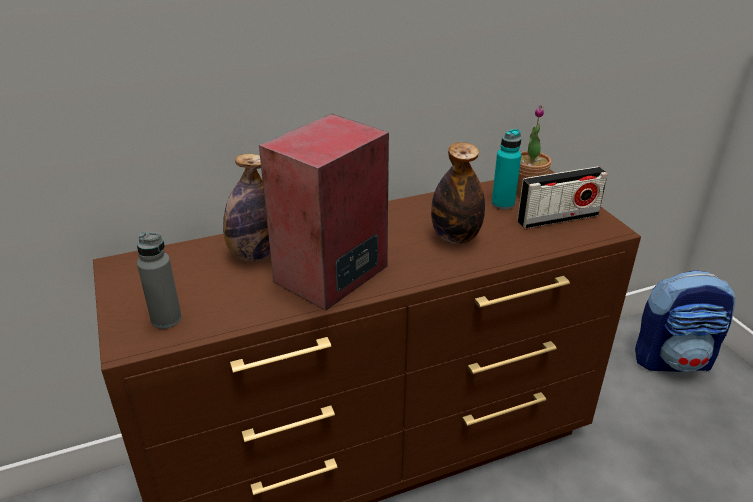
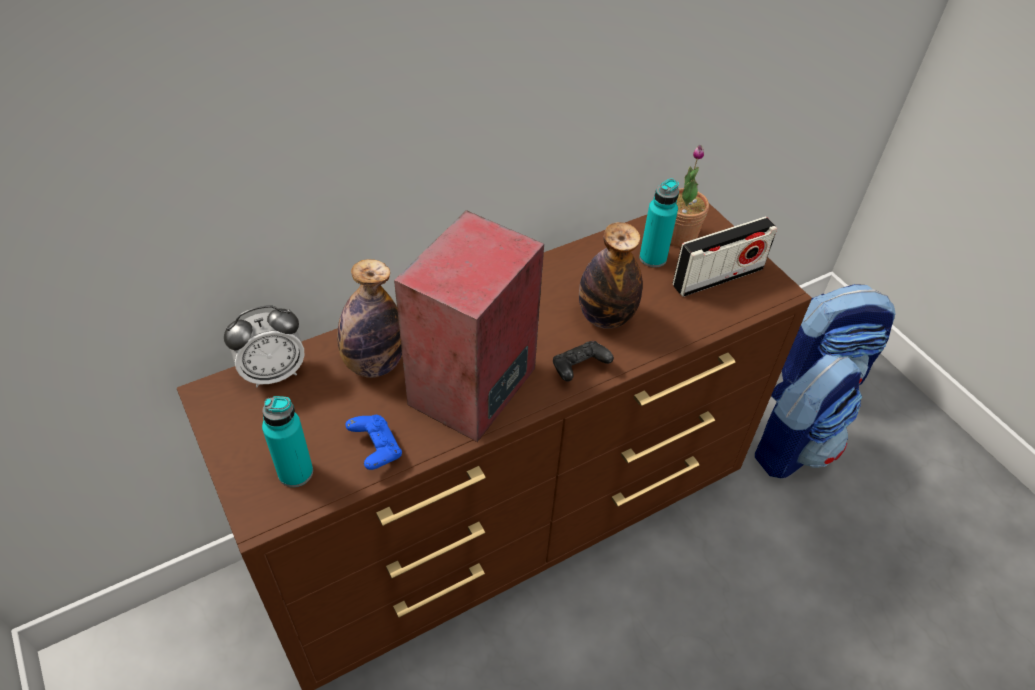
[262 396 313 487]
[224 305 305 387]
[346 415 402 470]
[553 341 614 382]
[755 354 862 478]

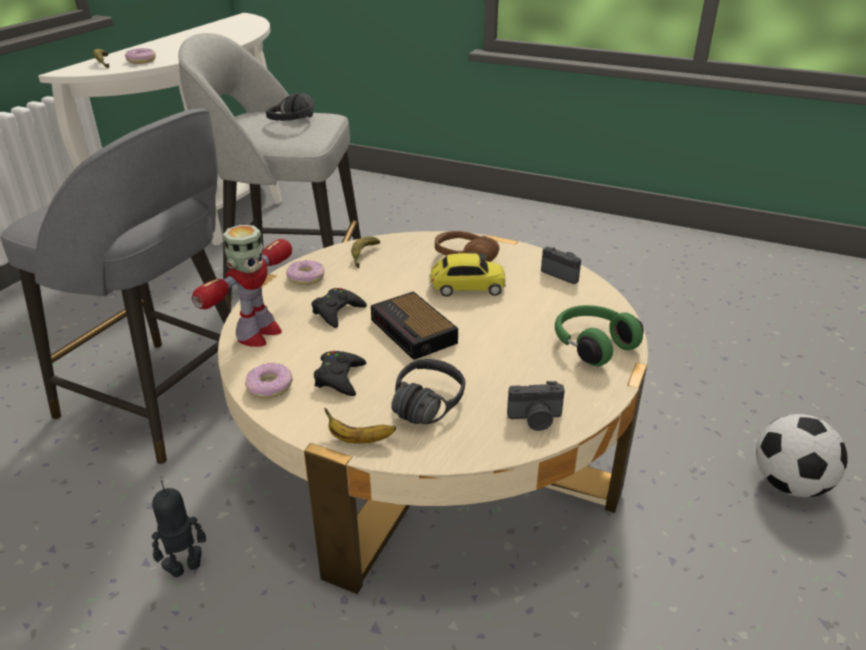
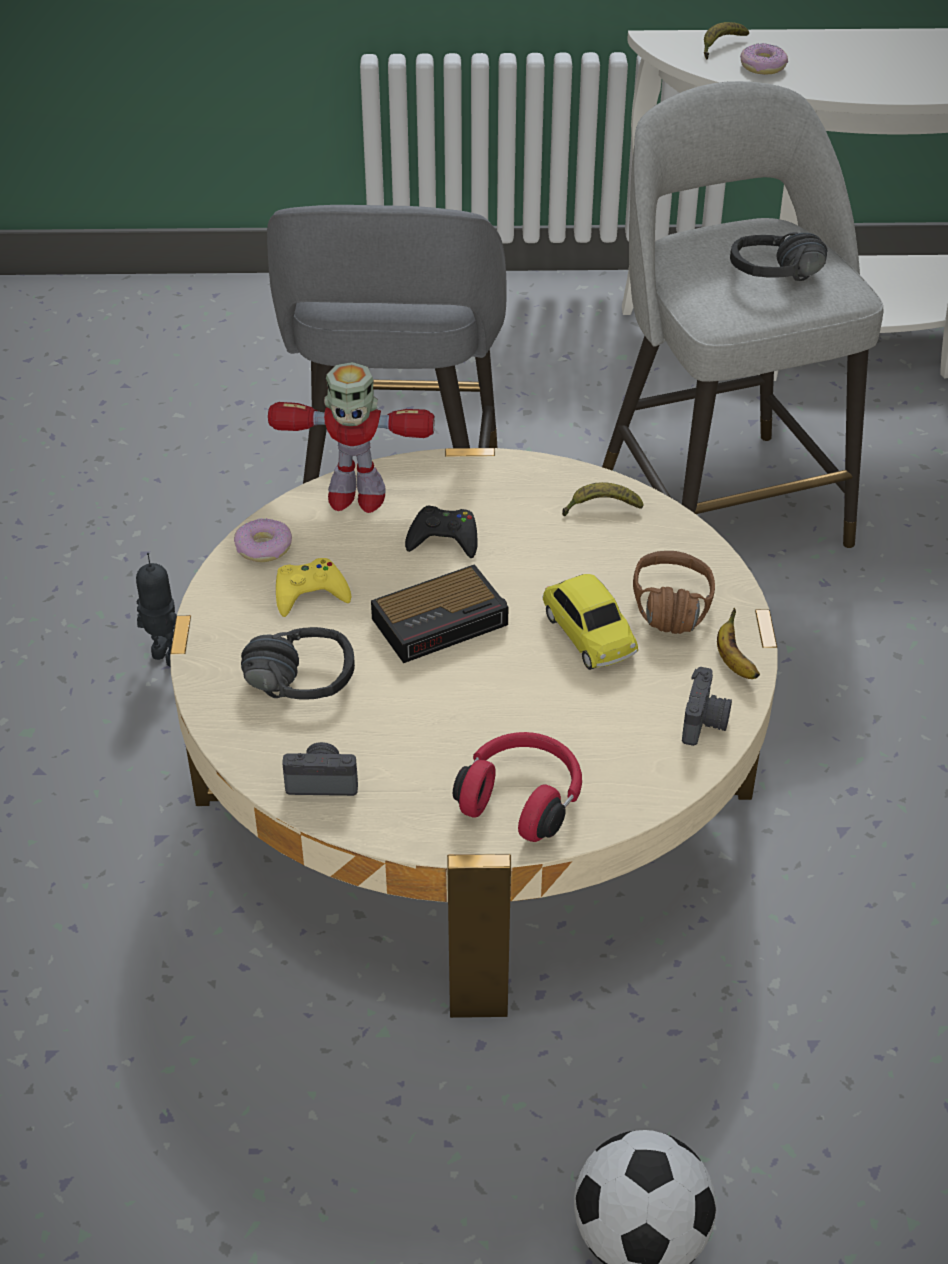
[286 260 325 285] (first image)
[276 558 351 617]
[717 608 760 679]
[371 564 508 663]
[282 742 358 796]
[453 732 582 842]

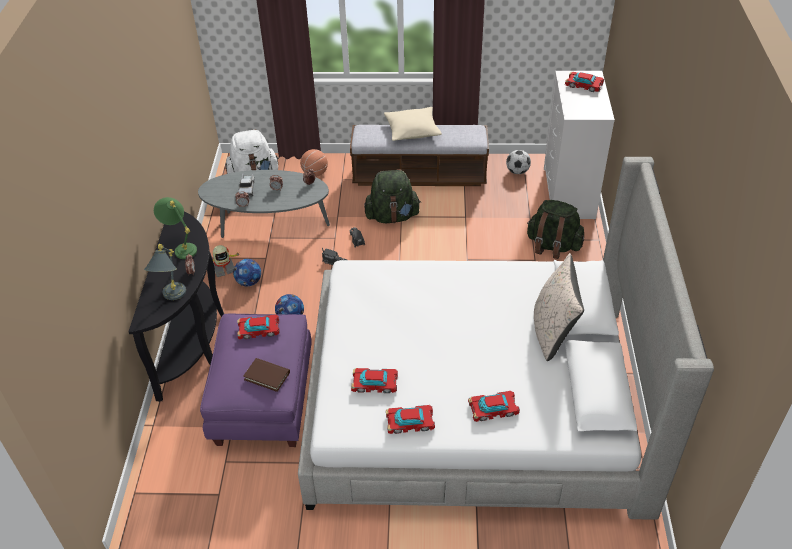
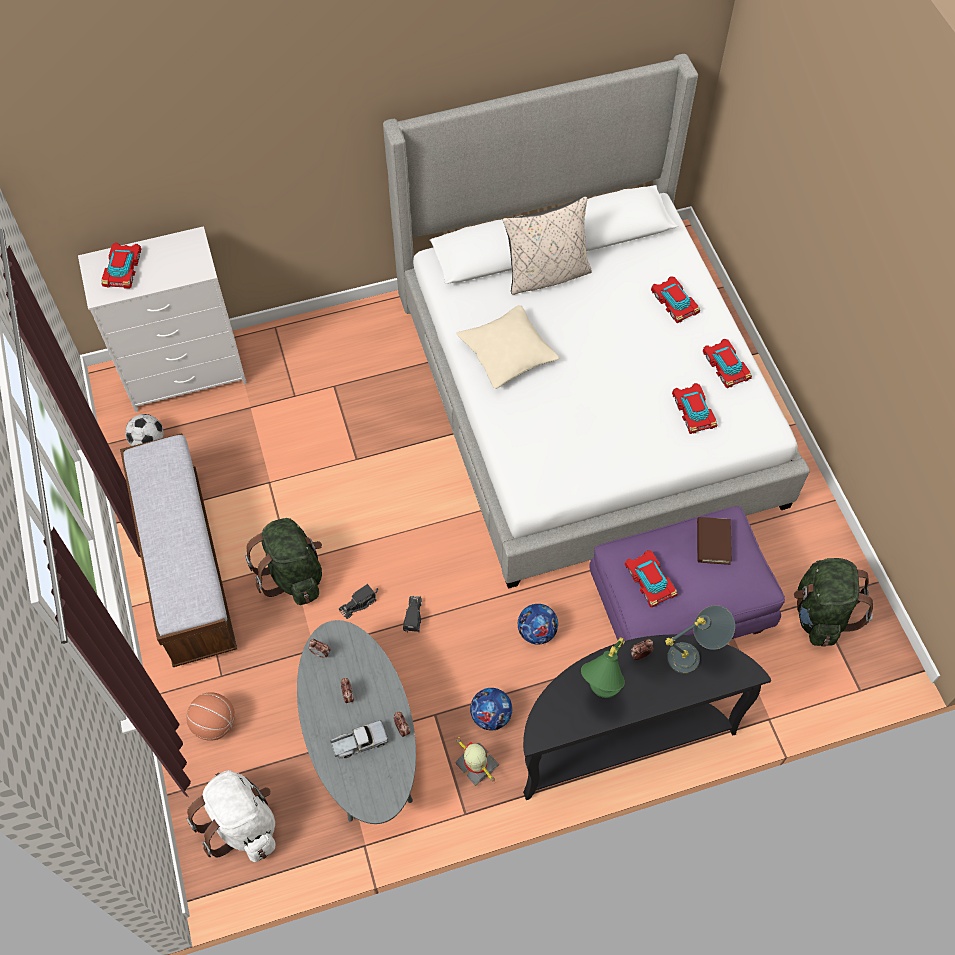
[456 305 559 389]
[794 558 873 647]

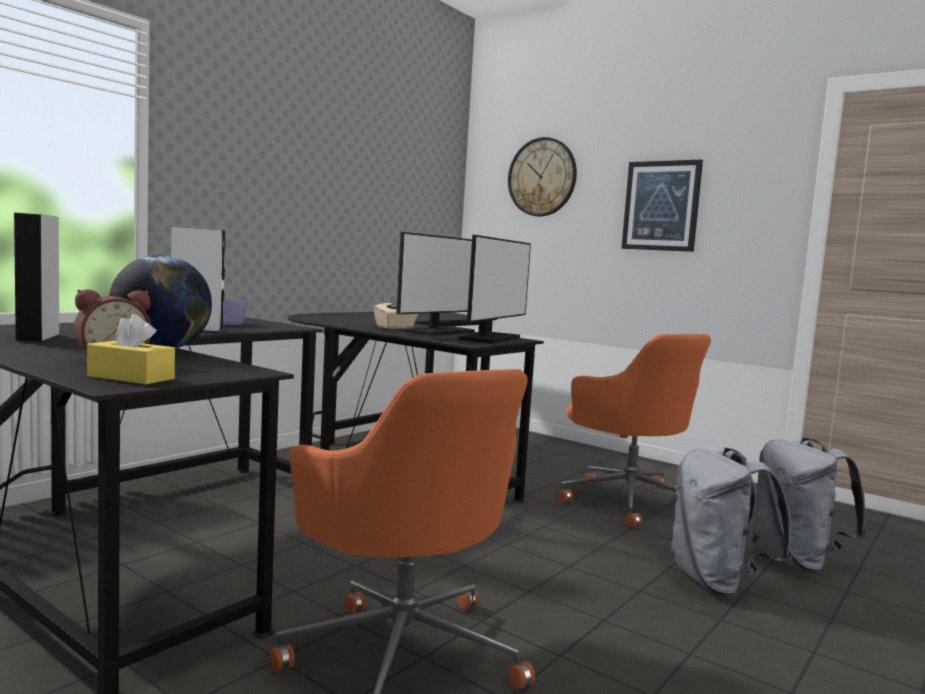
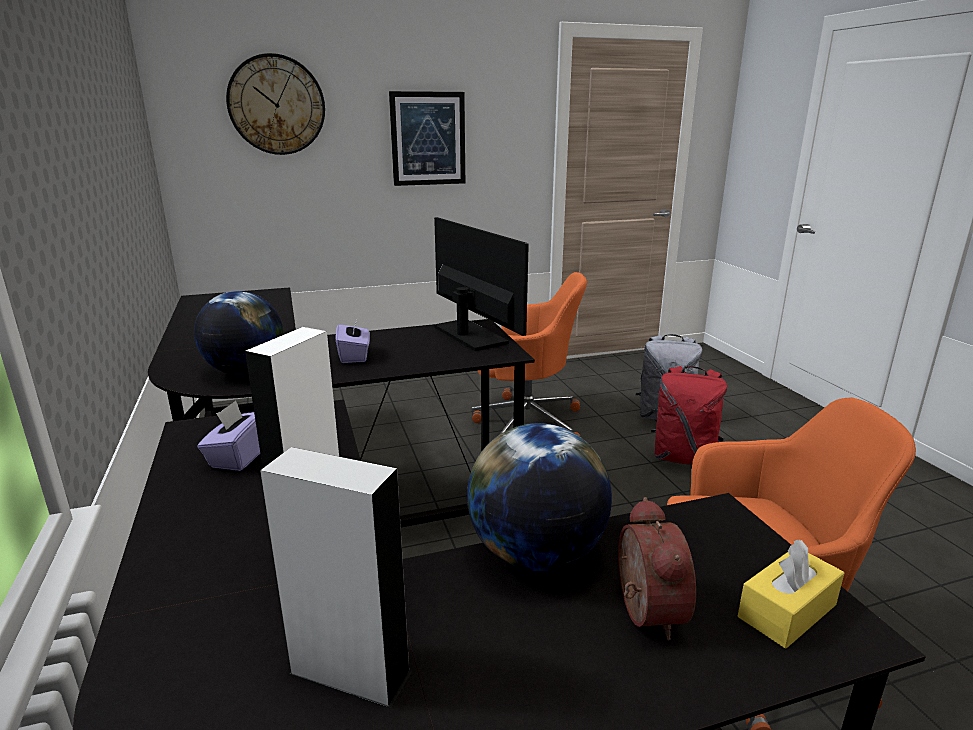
[335 317 370 363]
[396 232 475 336] (first image)
[651 366 727 465]
[194 291 283 375]

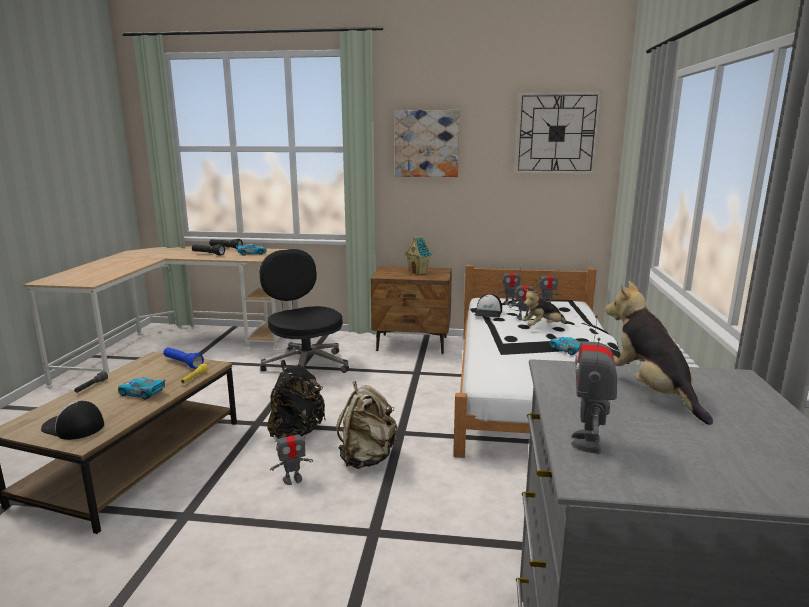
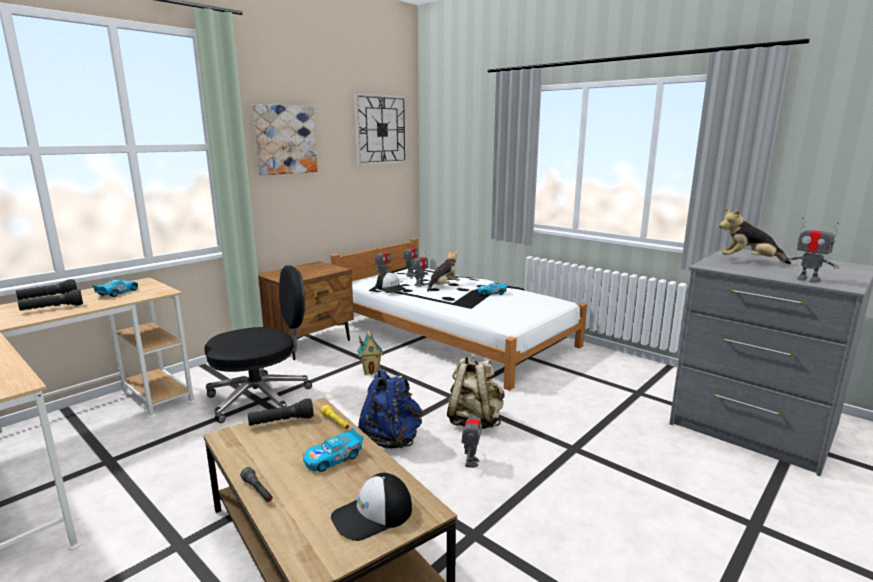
[248 398 314 426]
[205 265 312 423]
[358 369 422 449]
[357 330 383 375]
[427 250 460 292]

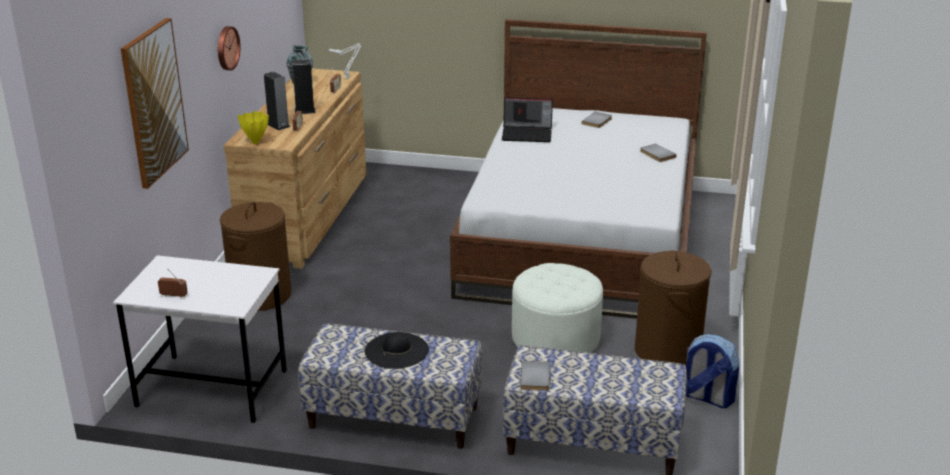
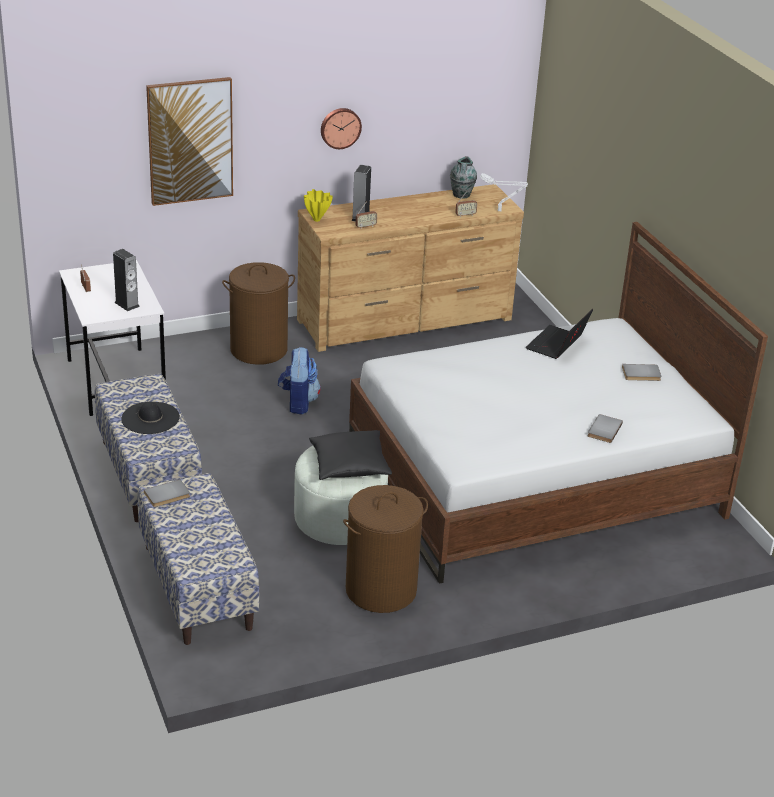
[113 249 140 311]
[526 309 593 359]
[278 347 321 414]
[309 430 392 480]

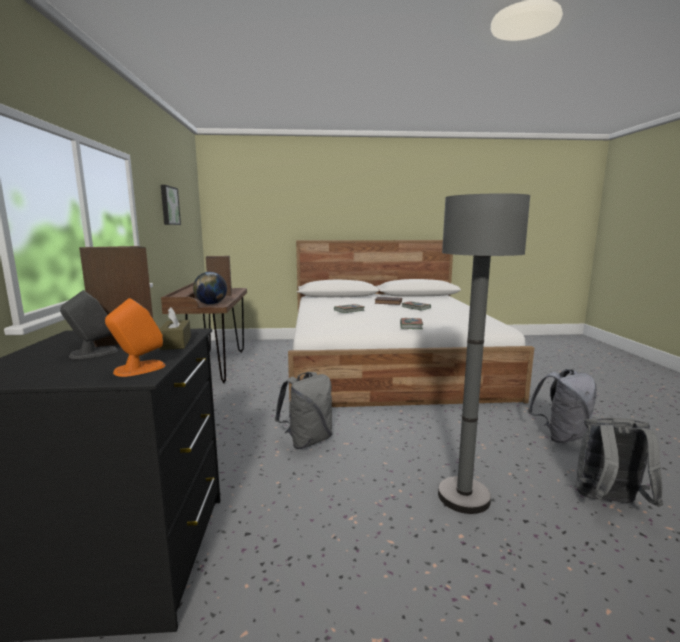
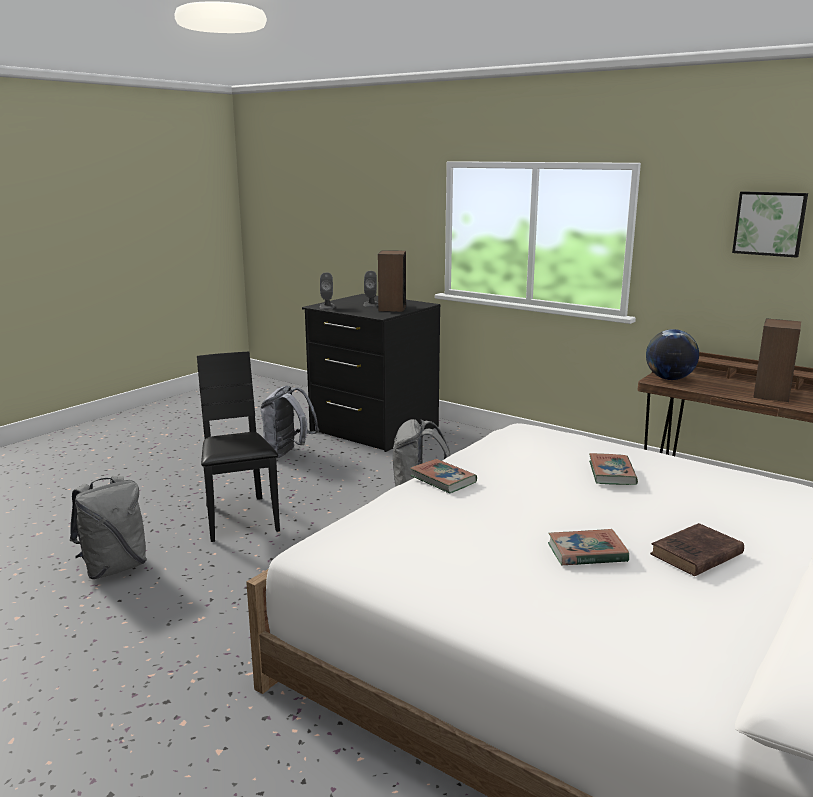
[319 272 335 309]
[159 307 191 350] (first image)
[197 352 280 542]
[260 386 319 458]

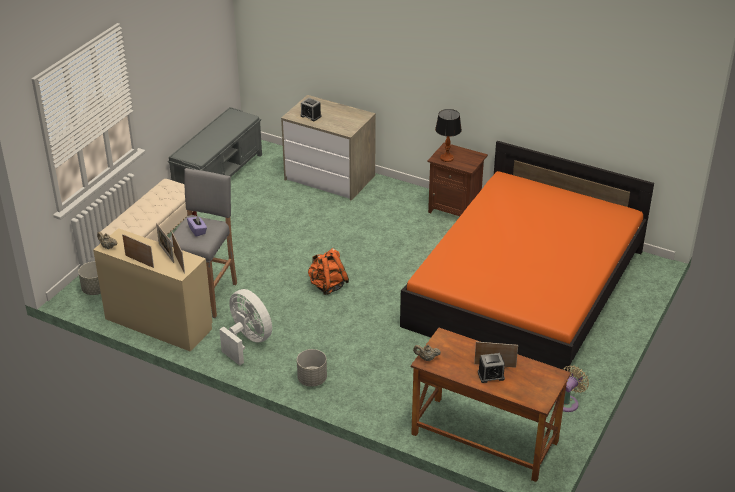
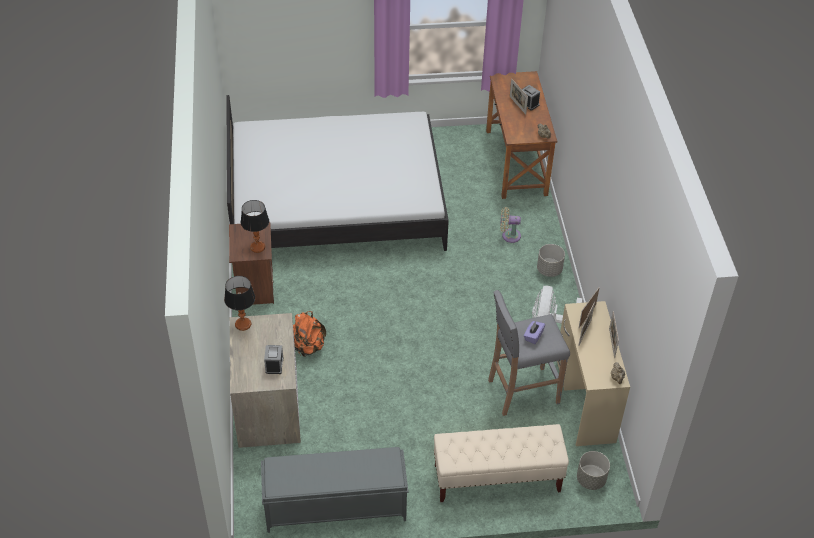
[293 311 326 357]
[226 95 449 251]
[501 207 521 243]
[224 276 255 331]

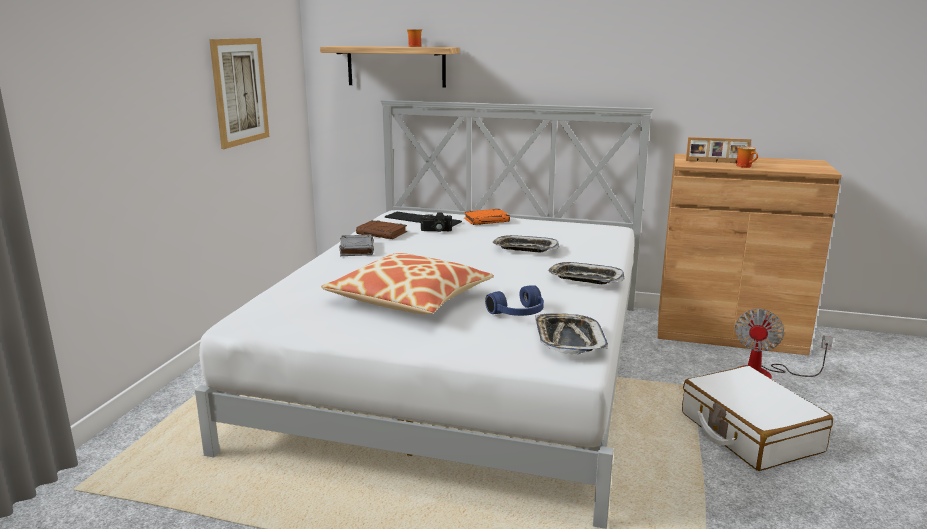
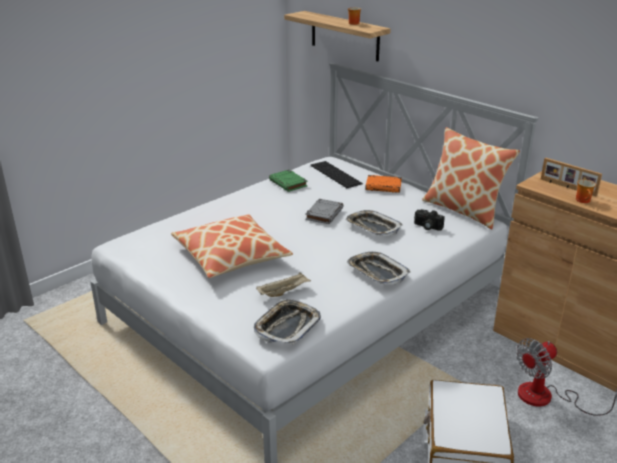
[209 38 269 149] (first image)
[305 199 343 224]
[269 170 308 192]
[414 209 445 231]
[256 272 311 297]
[422 127 520 229]

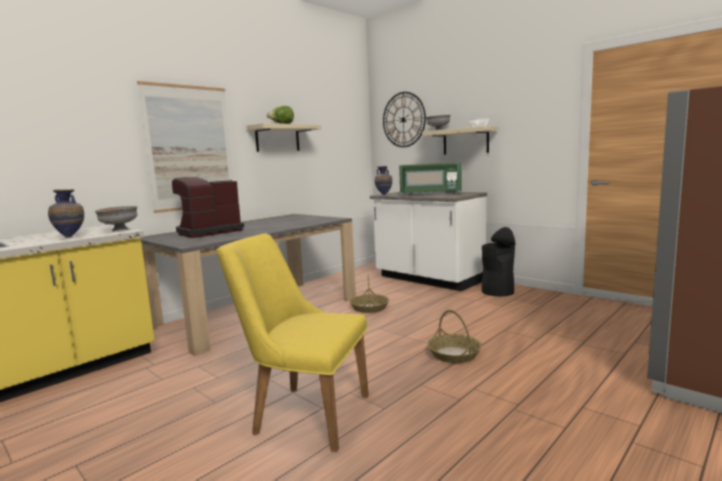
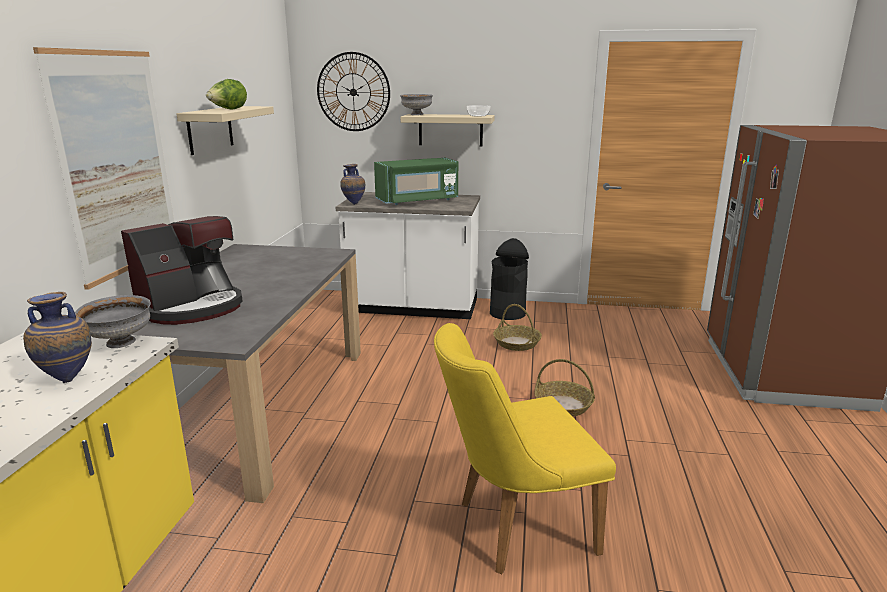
[121 216 243 325]
[493 304 542 351]

